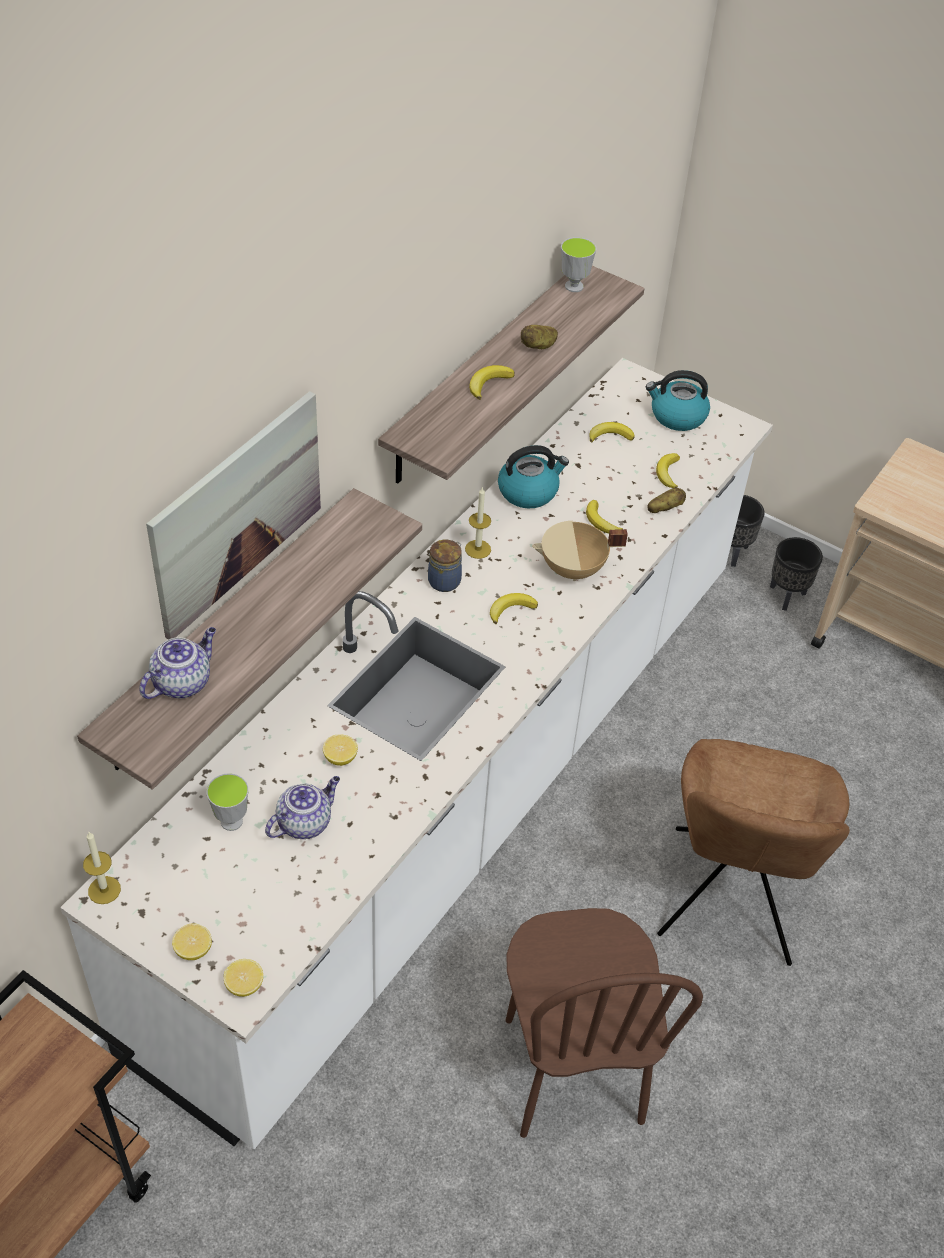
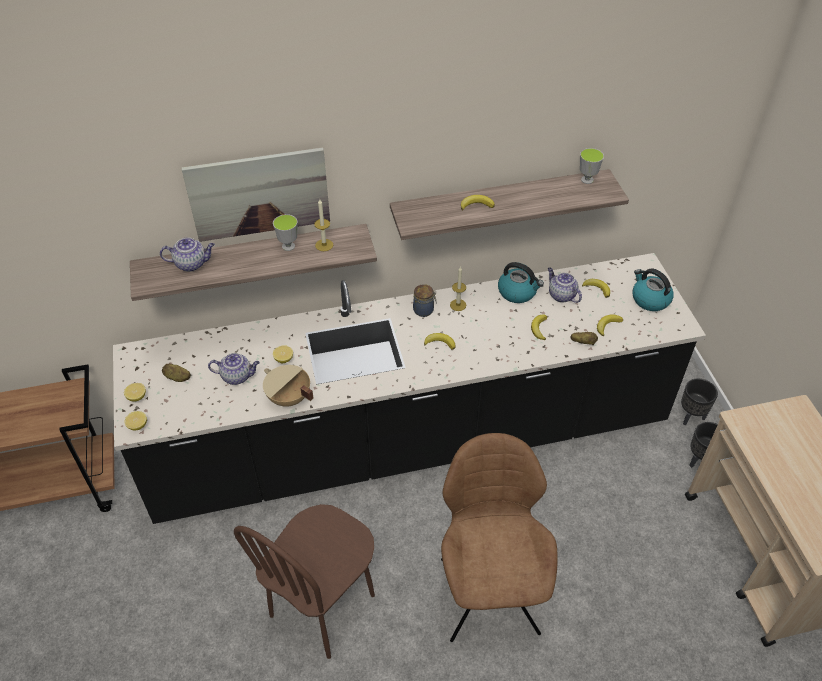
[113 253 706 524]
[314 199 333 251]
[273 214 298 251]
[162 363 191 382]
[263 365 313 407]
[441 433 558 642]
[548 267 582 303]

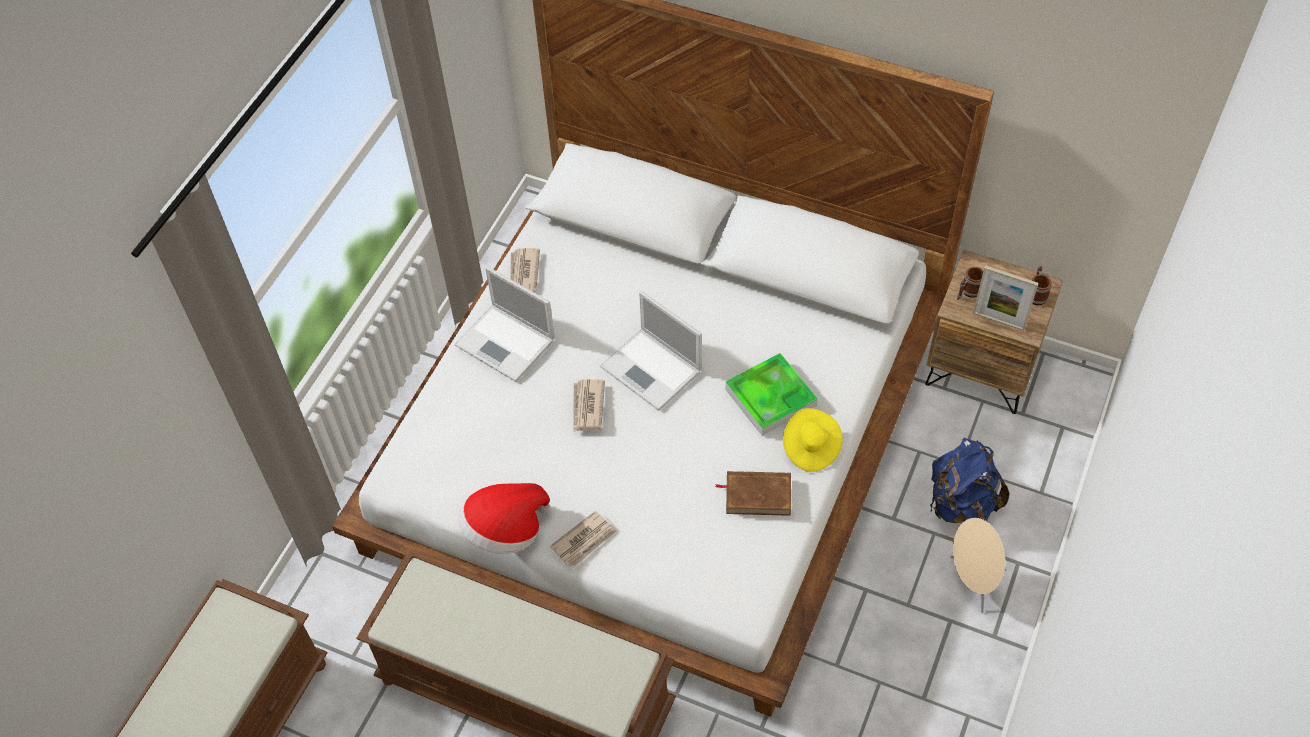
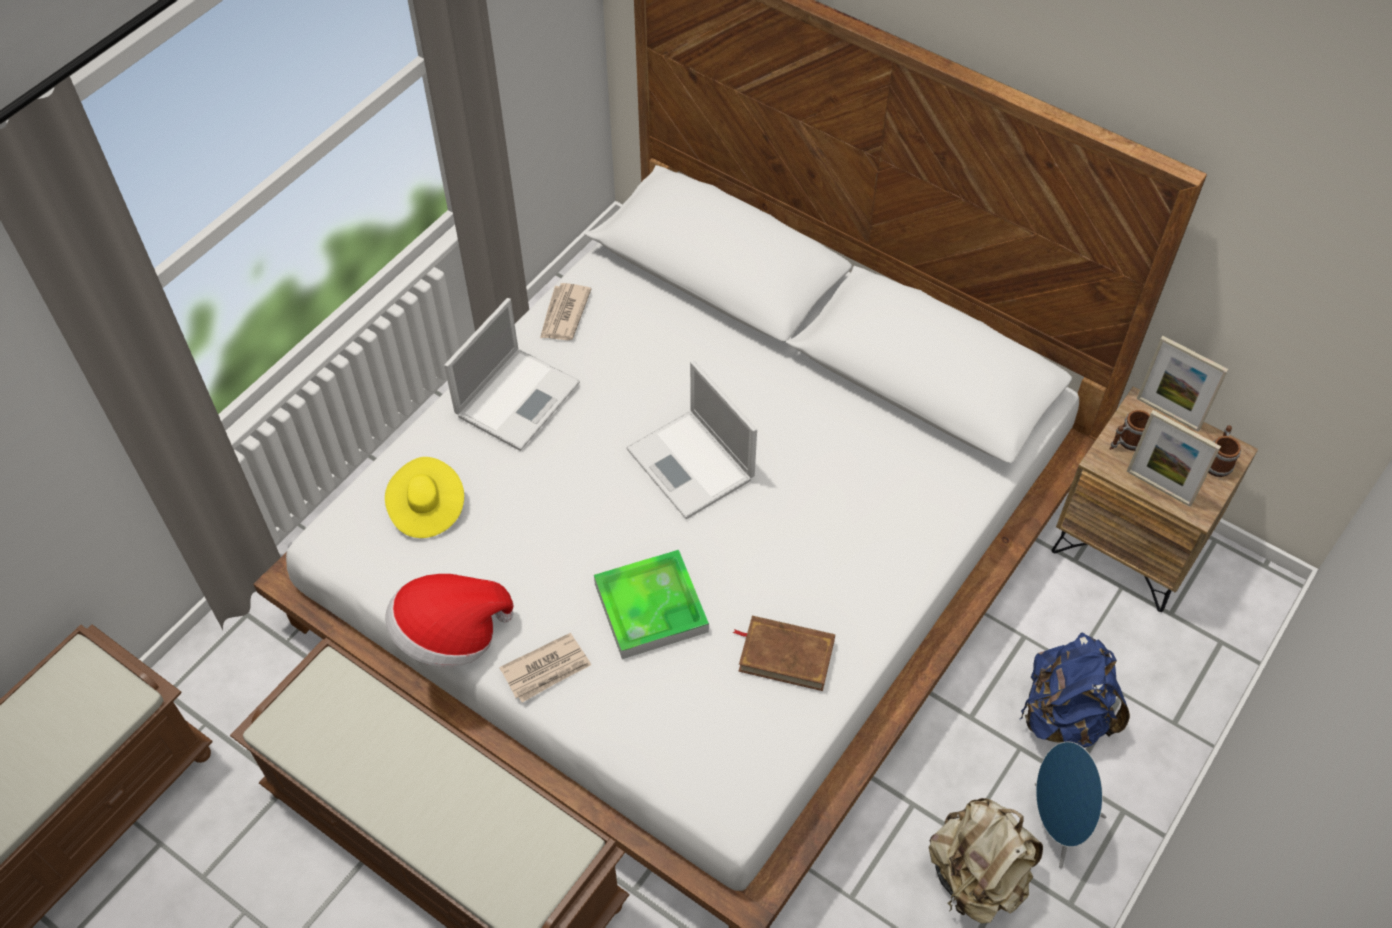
[444 298 580 451]
[573 379 605 432] (first image)
[594 550 709 659]
[385 457 464 538]
[1035 741 1106 869]
[929 798 1043 924]
[1137 336 1228 432]

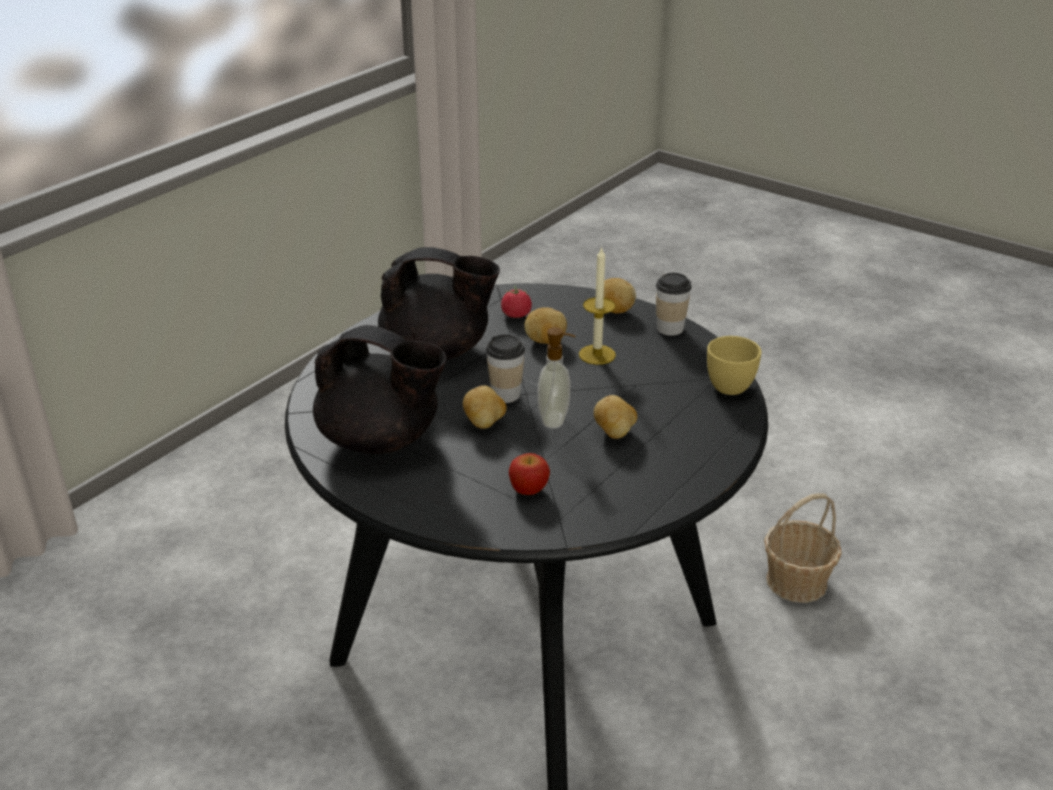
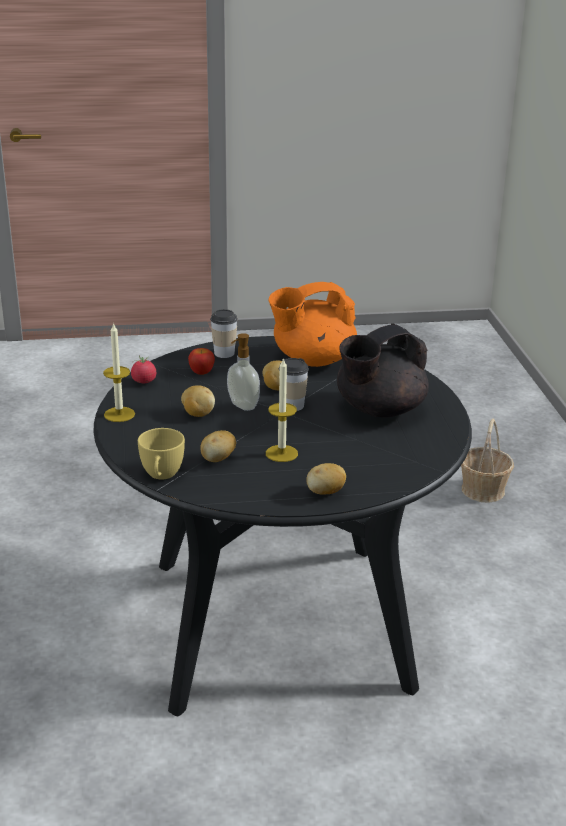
[269 282 357 367]
[131 355 156 383]
[200 430 236 462]
[210 309 238 358]
[461 419 514 503]
[103 322 135 422]

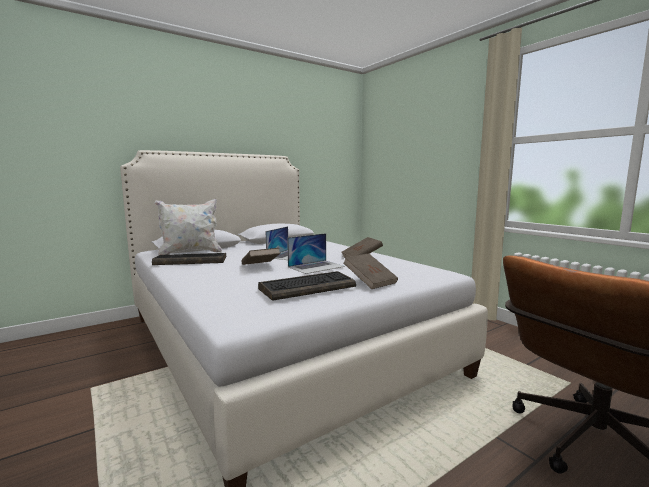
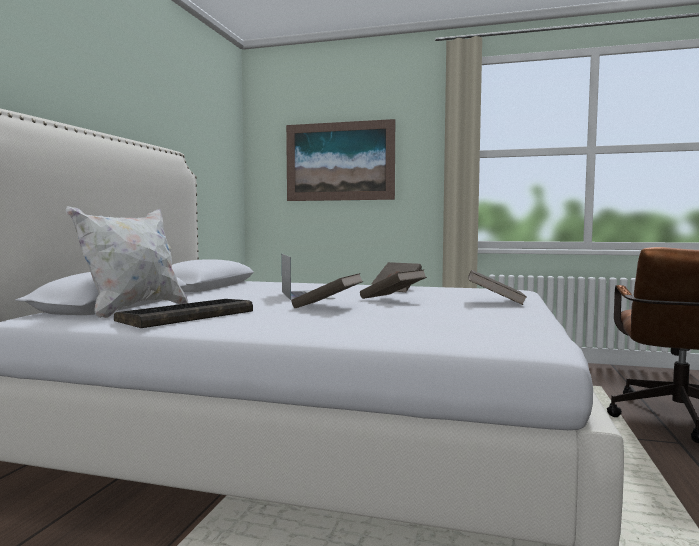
[258 271 356 301] (first image)
[360 270 427 299]
[286 119 395 201]

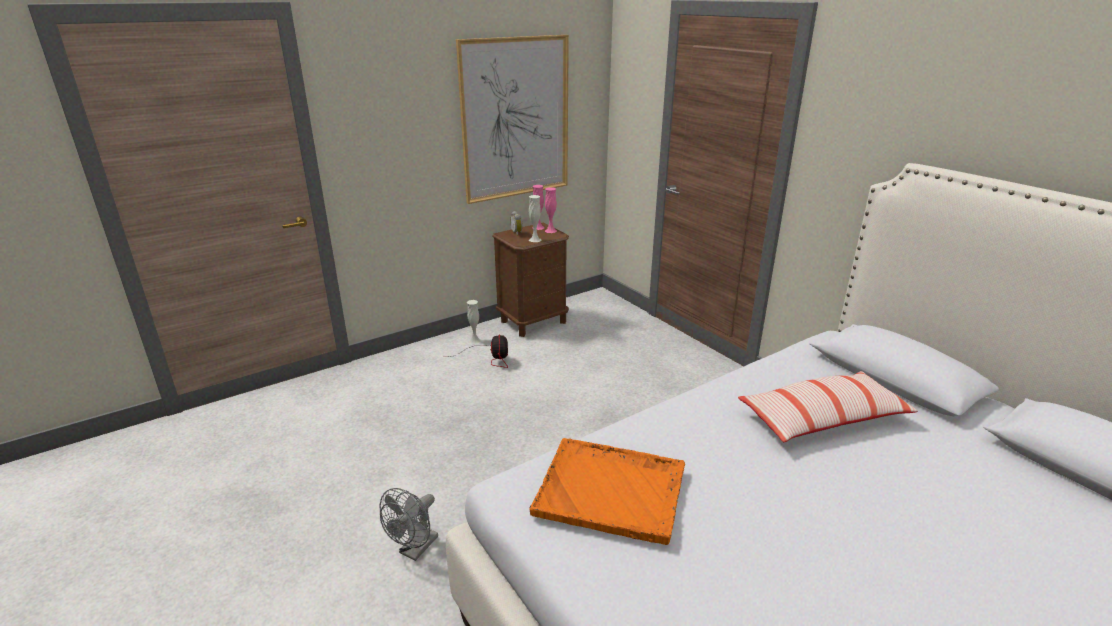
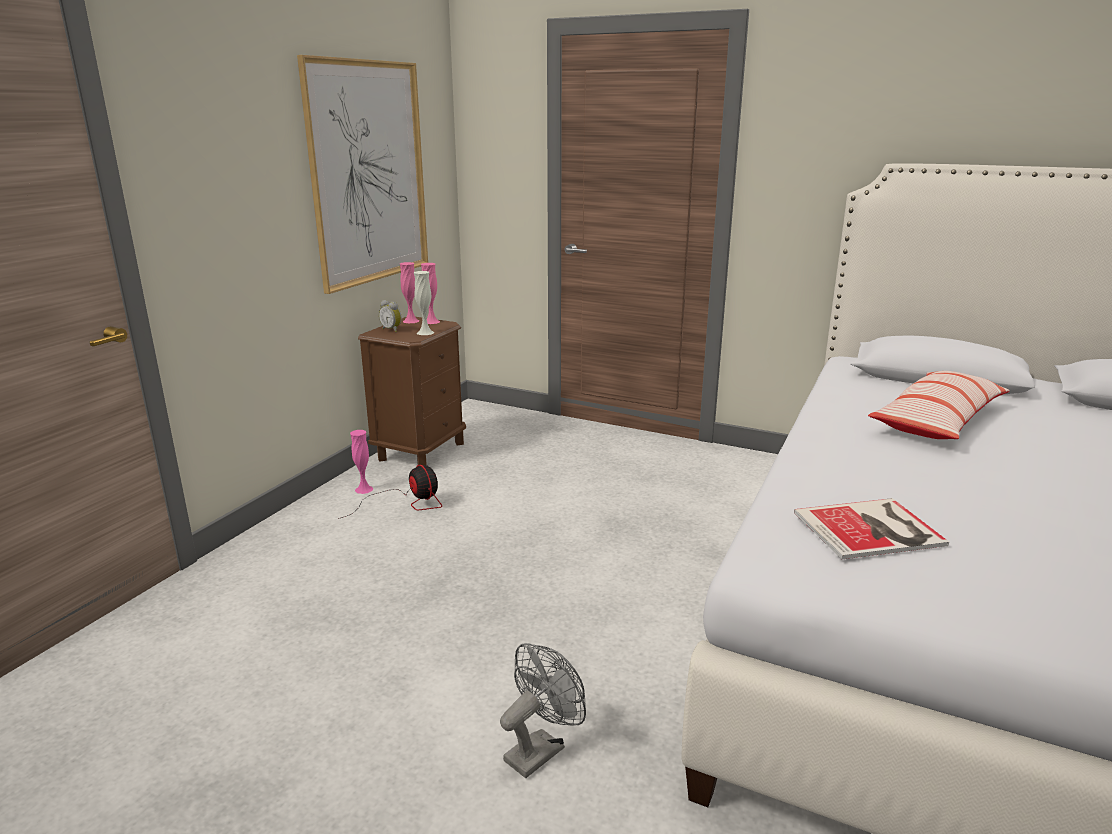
[500 643 586 778]
[350 430 373 494]
[794 498 949 559]

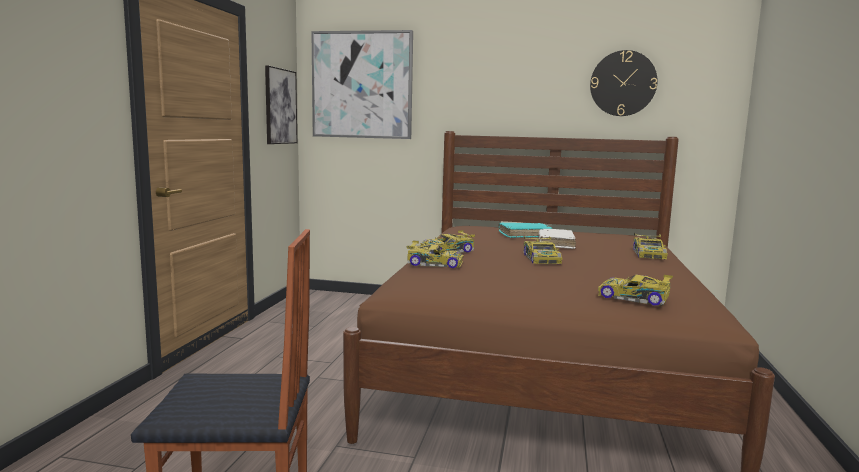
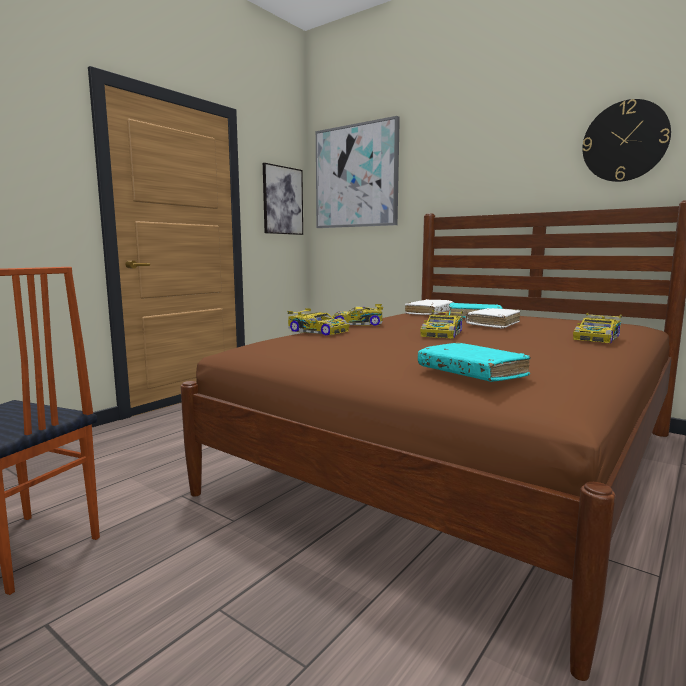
[418 342 531 382]
[405 299 454 315]

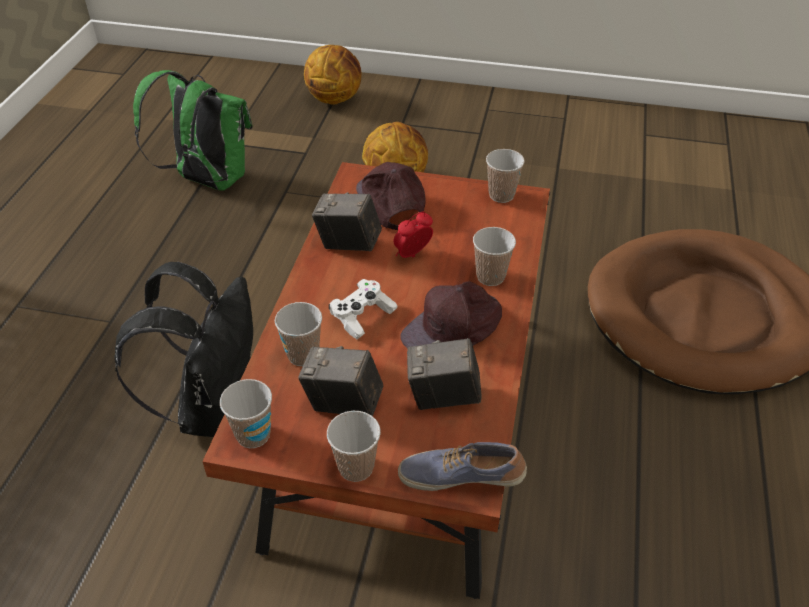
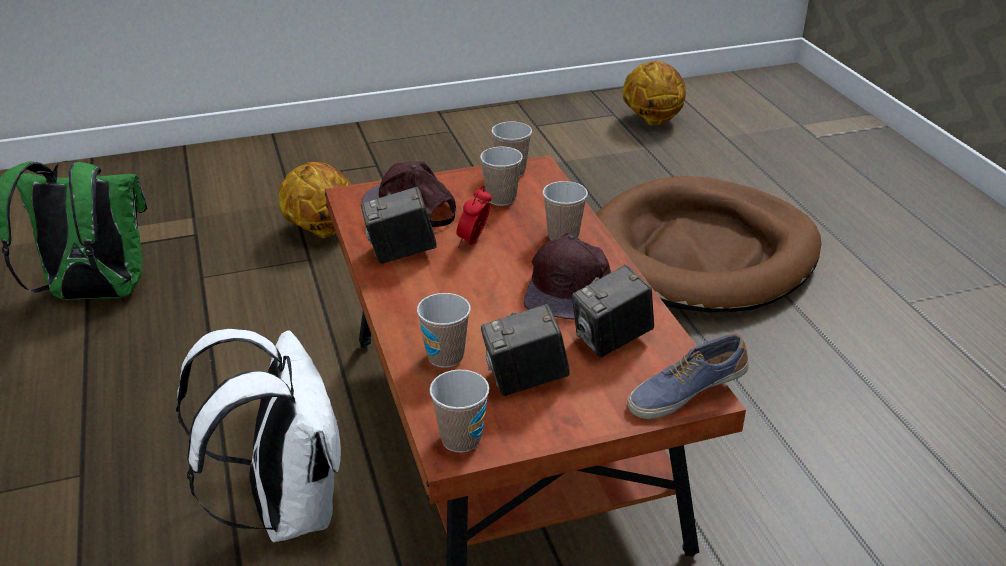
[176 329 341 543]
[623 61 686 125]
[480 147 523 206]
[329 279 397 339] (first image)

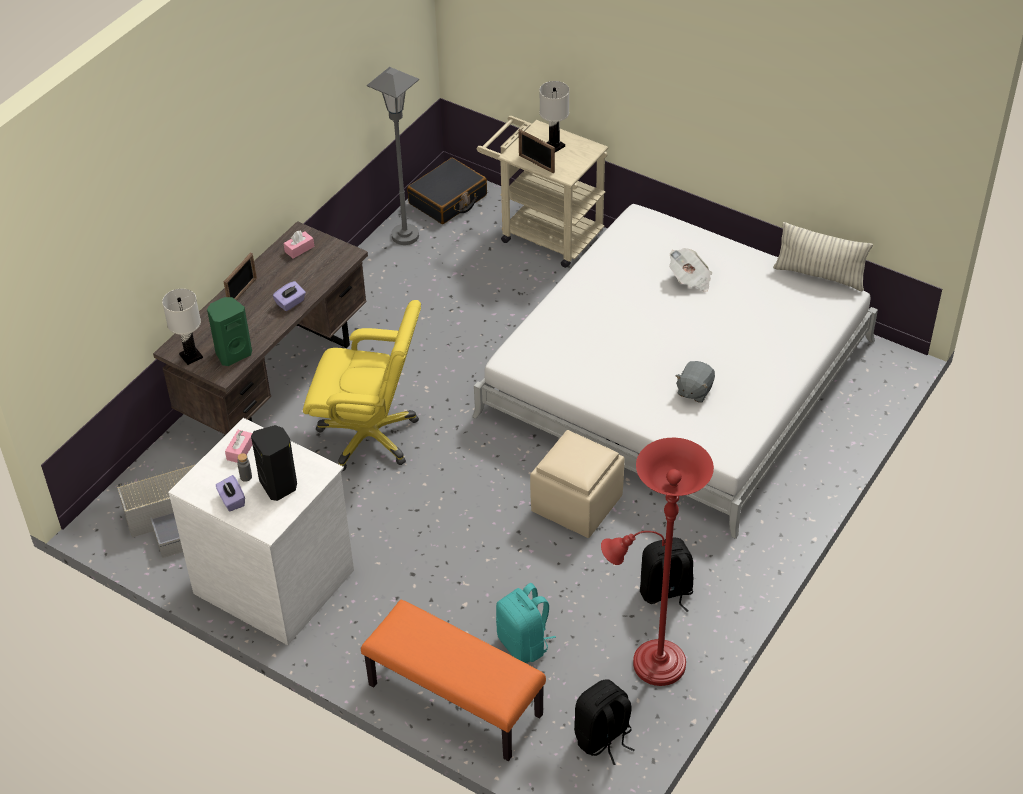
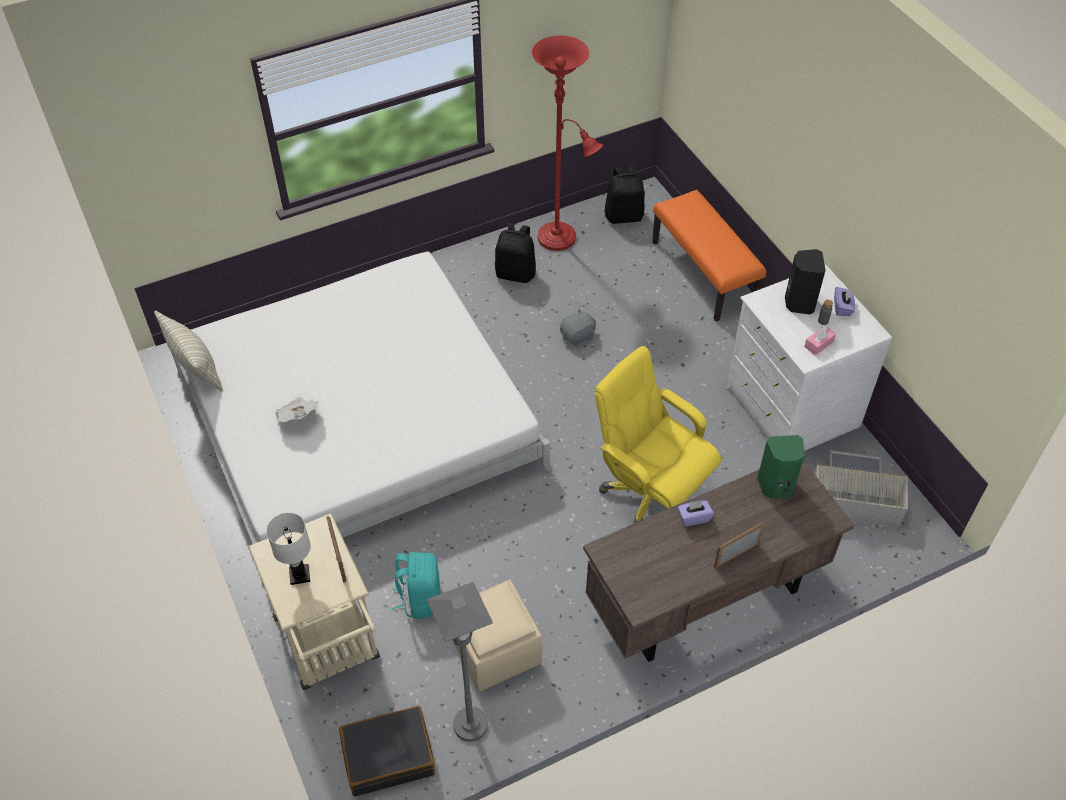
[162 289 203 365] (first image)
[283 231 314 259] (first image)
[392 552 440 619]
[452 579 542 692]
[560 309 596 347]

